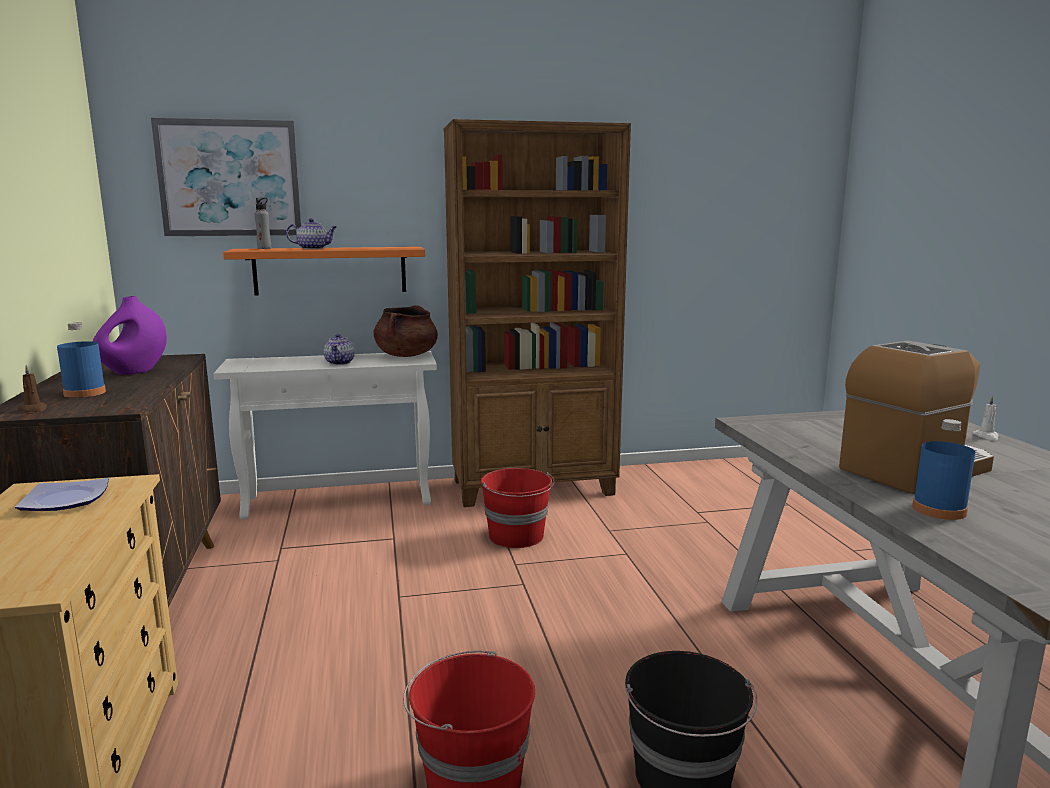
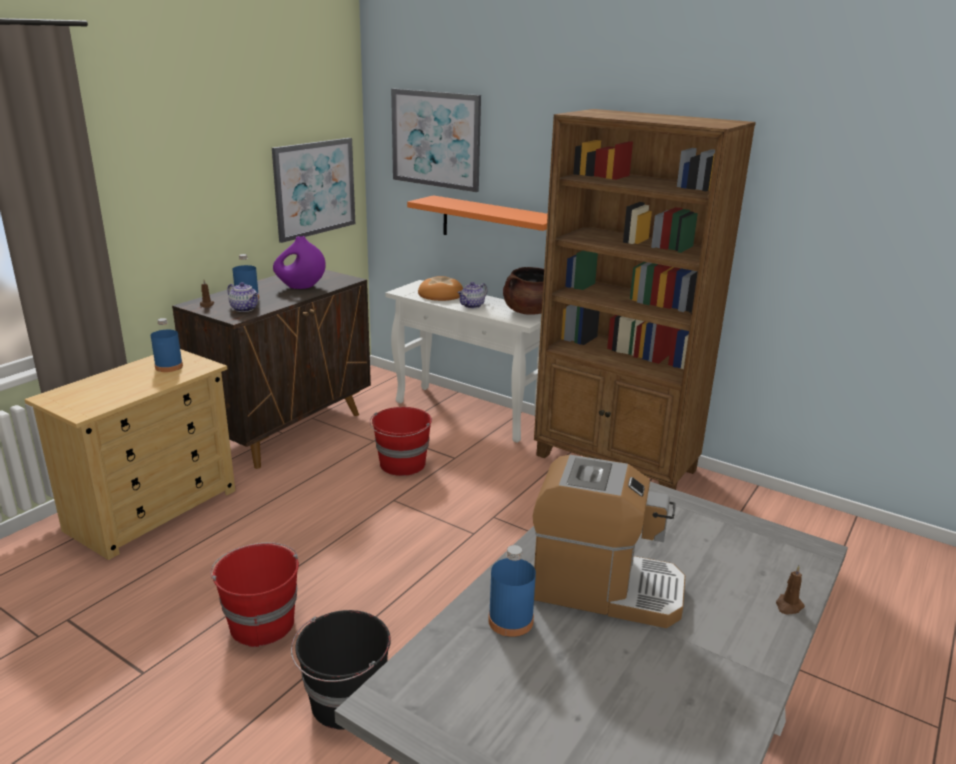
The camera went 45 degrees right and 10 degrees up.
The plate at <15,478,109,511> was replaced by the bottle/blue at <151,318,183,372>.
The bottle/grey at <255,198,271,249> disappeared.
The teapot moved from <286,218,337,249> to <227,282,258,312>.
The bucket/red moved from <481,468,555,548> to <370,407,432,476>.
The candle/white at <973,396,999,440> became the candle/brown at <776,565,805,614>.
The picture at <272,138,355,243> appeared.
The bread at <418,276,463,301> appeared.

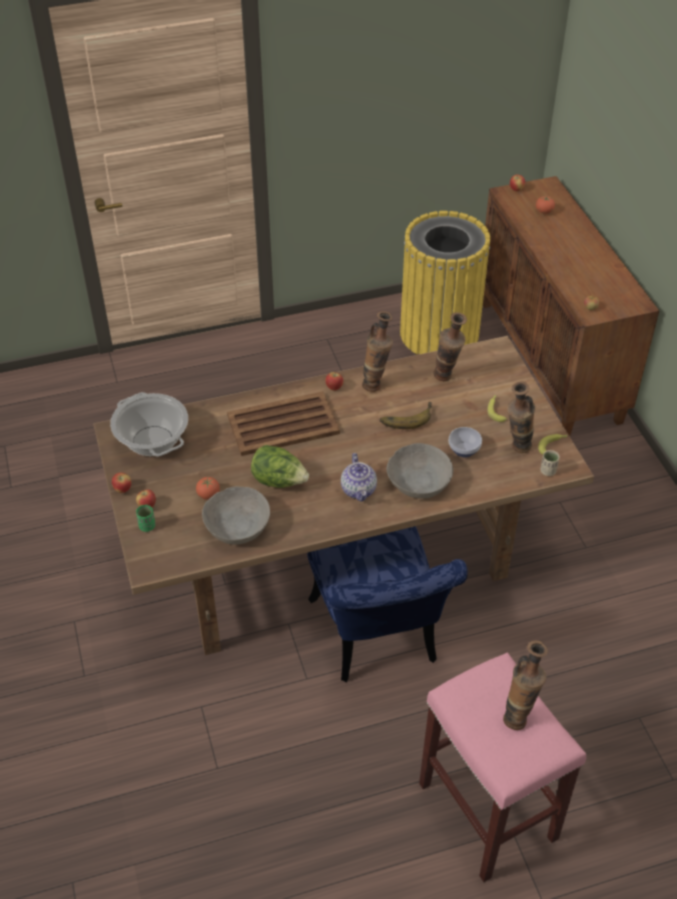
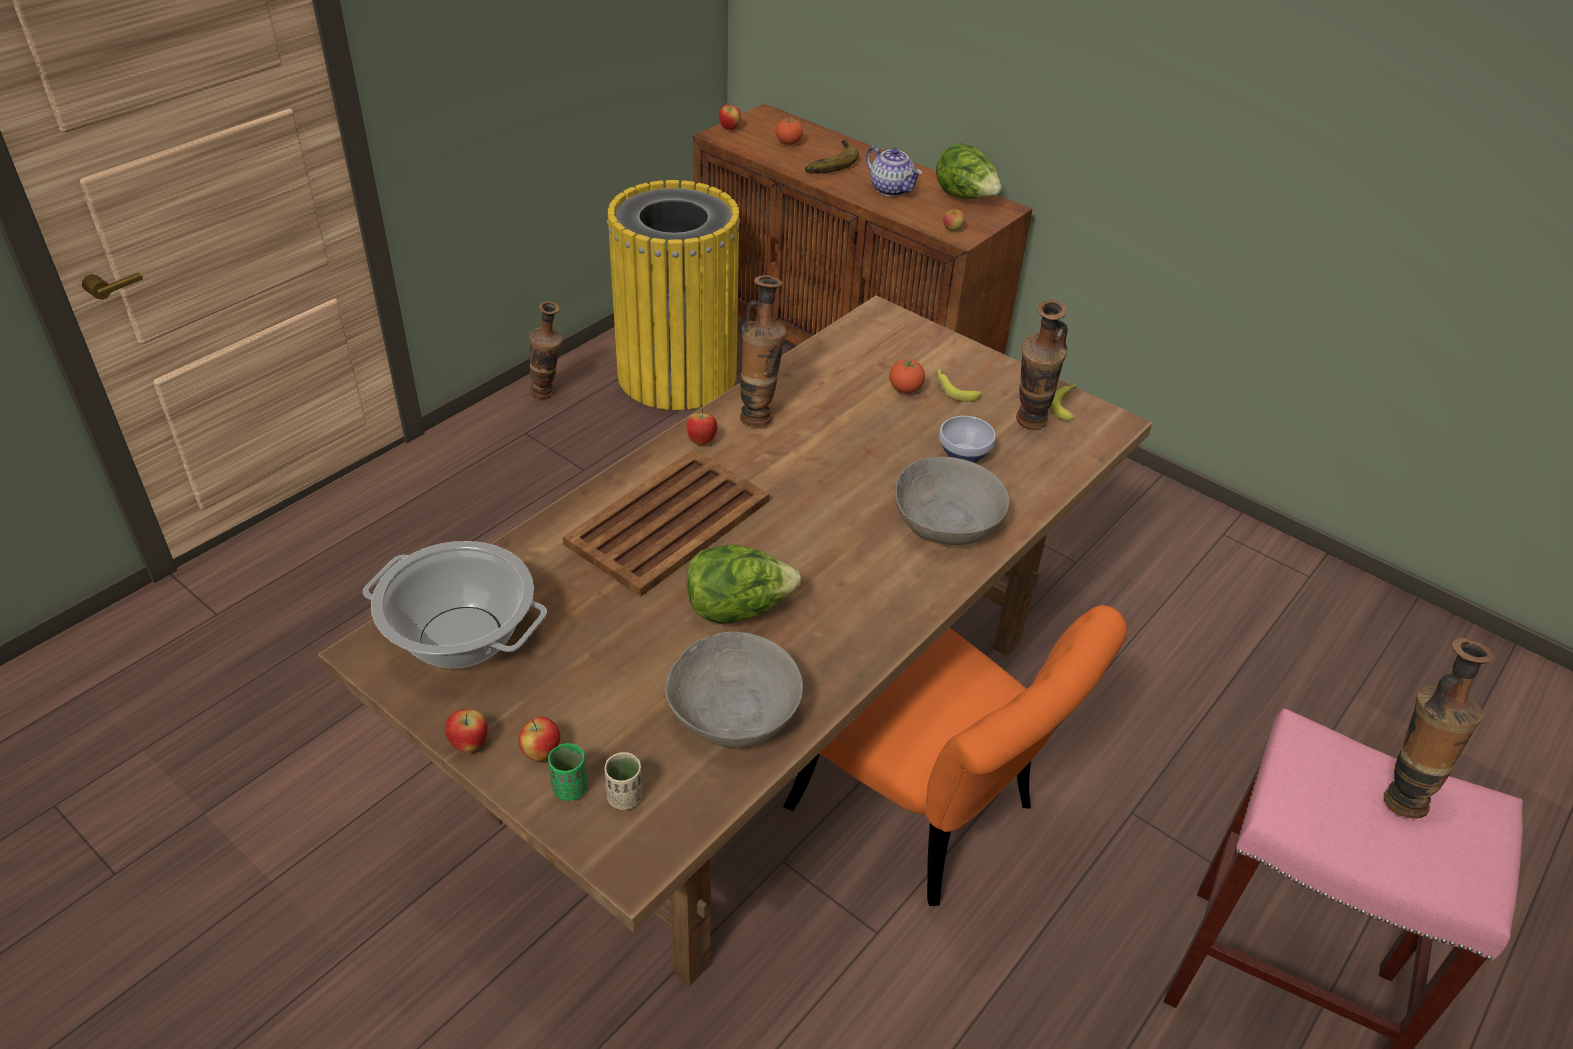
The camera went 35 degrees left and 5 degrees down.
The tomato moved from <196,477,220,500> to <889,358,925,393>.
The chair/blue at <307,526,468,682> became the chair/orange at <783,605,1127,906>.
The teapot moved from <341,453,377,502> to <866,146,922,196>.
The banana moved from <380,402,432,429> to <805,139,859,173>.
The vase moved from <433,312,467,381> to <529,301,562,399>.
The cup/beige moved from <540,450,559,476> to <604,752,642,810>.
The lettuce at <936,143,1002,199> appeared.

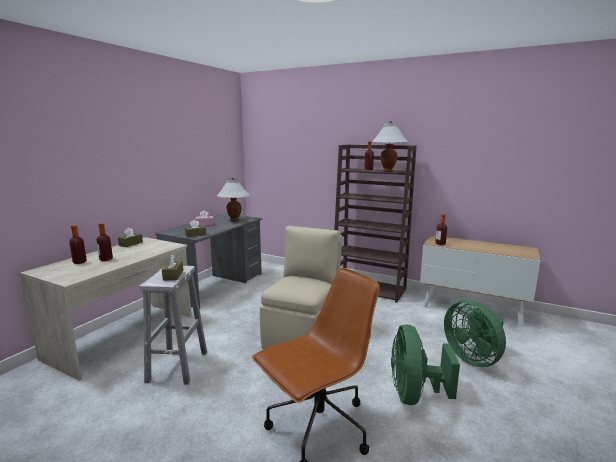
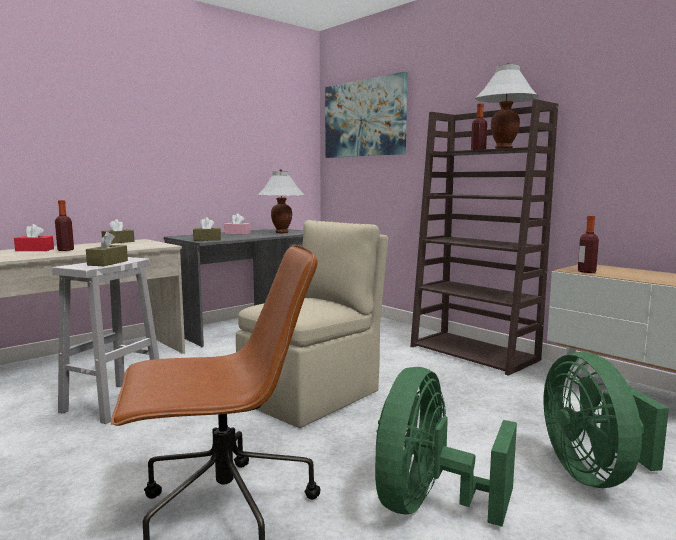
The camera went 20 degrees right and 5 degrees down.
The bottle at <69,225,87,264> was replaced by the tissue box/red at <14,224,54,251>.
The picture at <325,72,407,158> appeared.

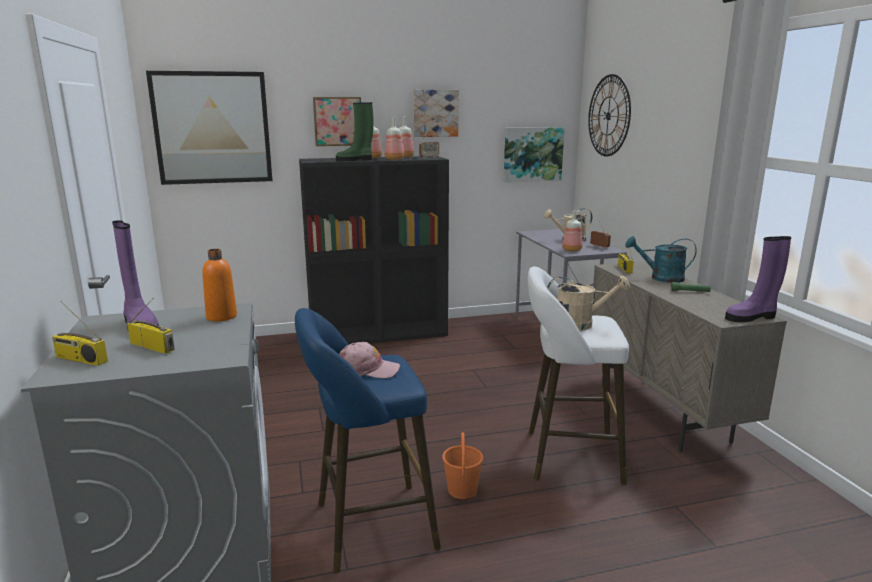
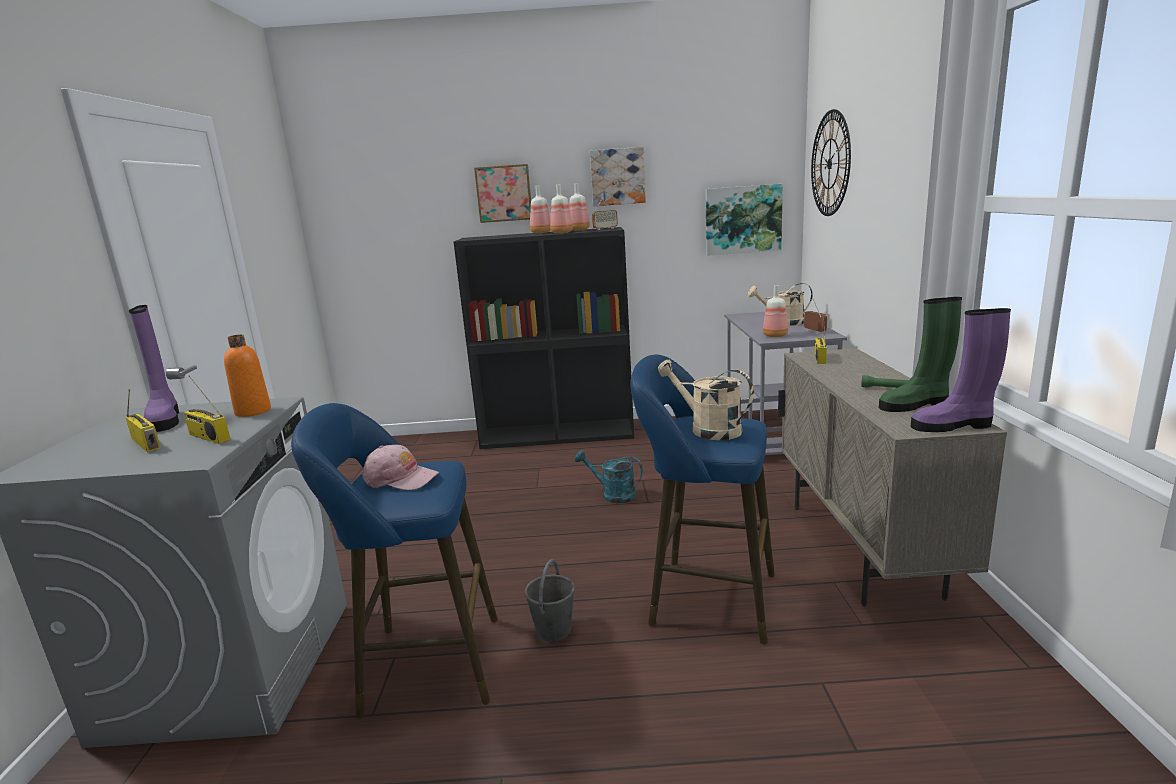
The camera went 15 degrees right and 0 degrees up.
The radio moved from <52,301,108,366> to <184,376,231,444>.
The picture at <146,71,273,185> disappeared.
The boot/green moved from <336,102,374,161> to <879,297,962,412>.
The bucket/orange at <442,432,483,499> became the bucket/grey at <525,559,575,642>.
The stool/white at <528,266,629,485> became the stool/blue at <631,354,775,644>.
The watering can/beige at <547,275,630,331> turned 150 degrees counterclockwise.
The watering can/turquoise moved from <625,236,697,283> to <575,450,643,503>.

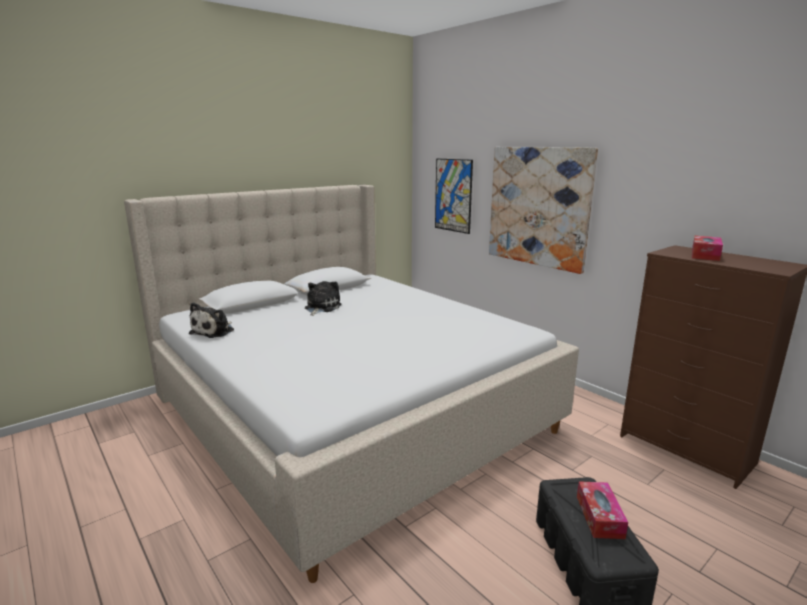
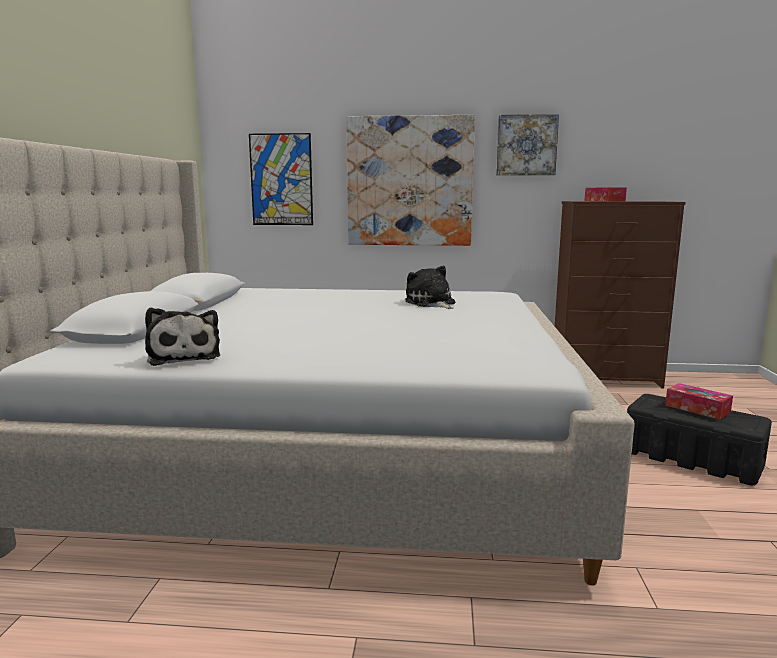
The camera went 45 degrees left and 5 degrees down.
The plush toy moved from <305,281,341,316> to <405,266,455,309>.
The picture at <496,114,559,175> appeared.

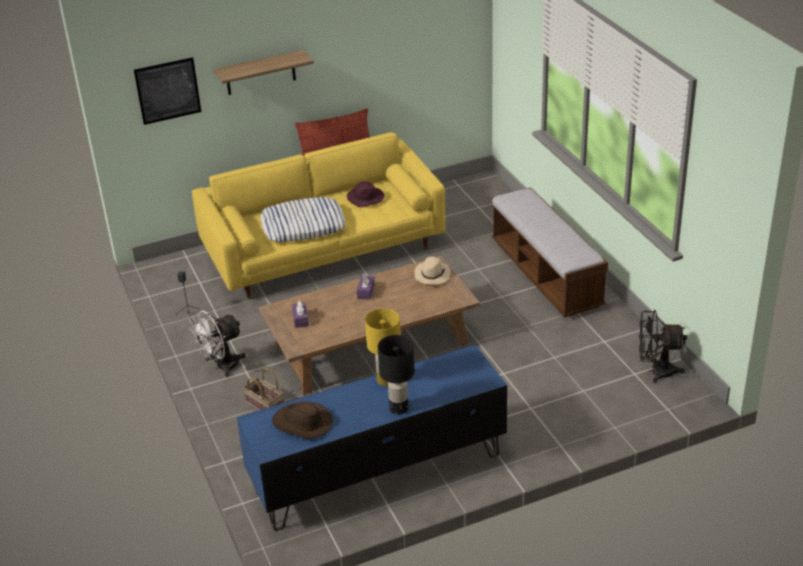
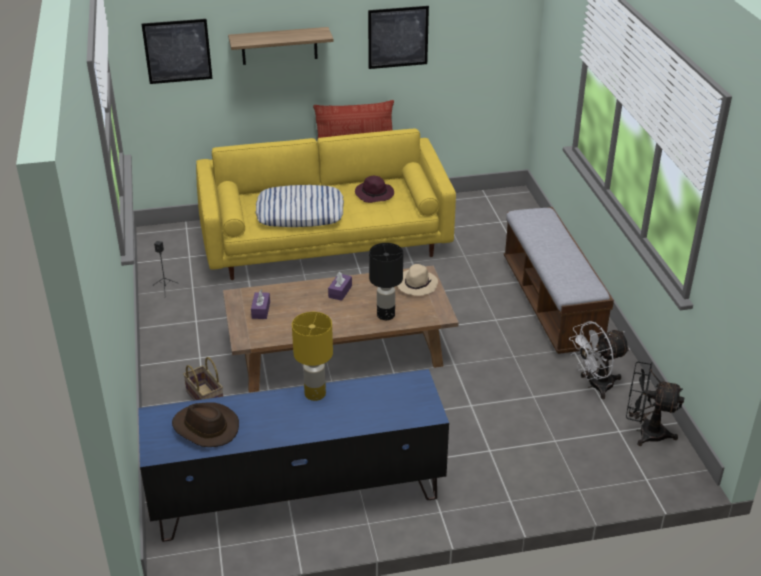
The camera went 10 degrees right and 0 degrees up.
The fan/white moved from <189,310,246,377> to <569,321,630,399>.
The table lamp/black moved from <378,335,415,414> to <369,243,403,320>.
The picture at <368,6,429,69> appeared.

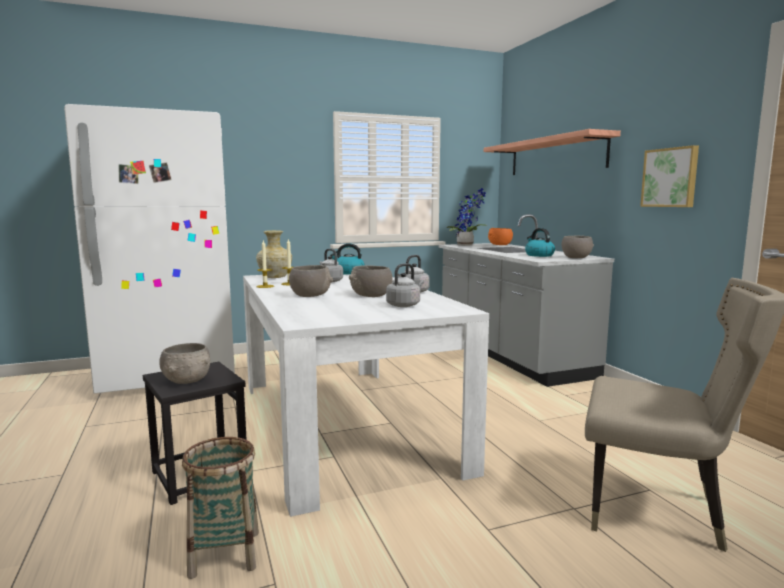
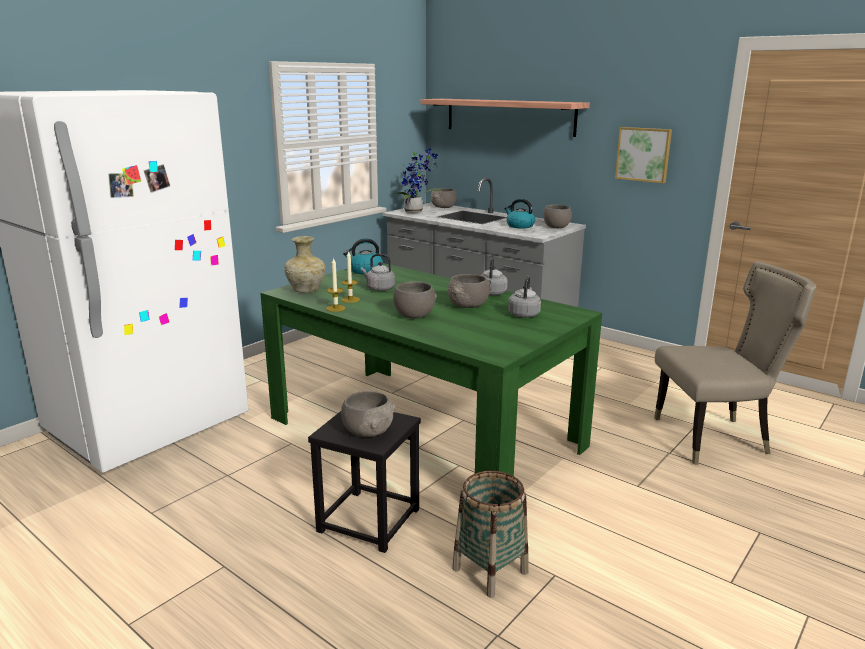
The camera went 30 degrees left and 10 degrees up.
The dining table/white at <243,274,489,517> became the dining table/green at <260,263,602,476>.
The bowl/orange at <488,228,513,245> became the bowl/grey at <431,188,457,208>.

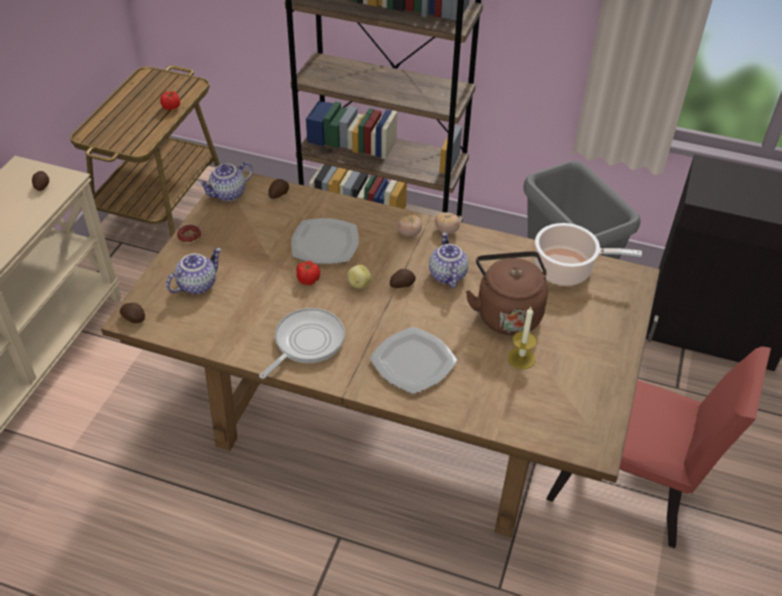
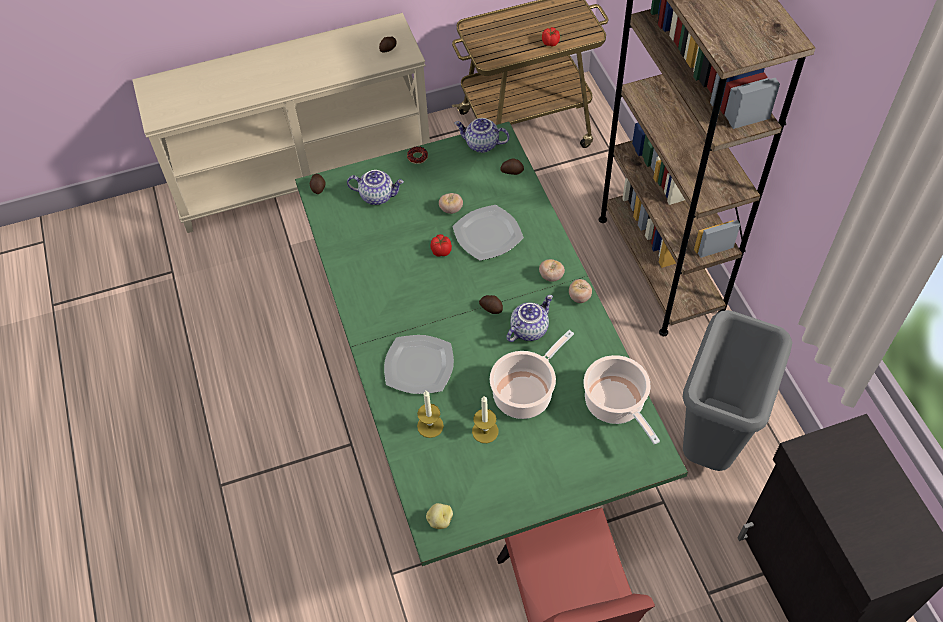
The camera went 55 degrees right and 10 degrees up.
The dining table/brown at <101,171,660,538> became the dining table/green at <295,122,688,566>.
The frying pan at <259,308,345,379> disappeared.
The potato moved from <347,265,371,289> to <426,503,453,529>.
The kettle/brown at <466,251,548,335> was replaced by the cooking pot at <490,330,574,419>.
The candle at <417,391,444,438> appeared.
The tomato at <439,193,463,214> appeared.

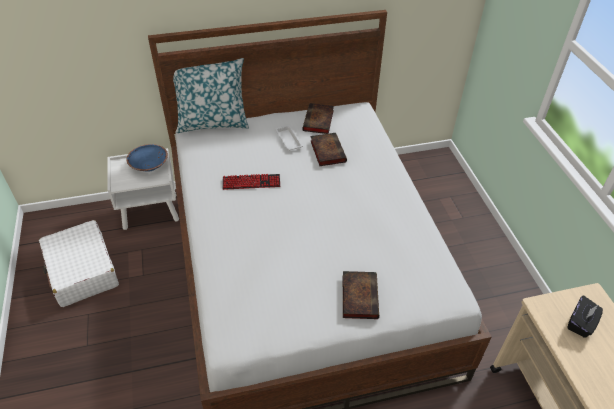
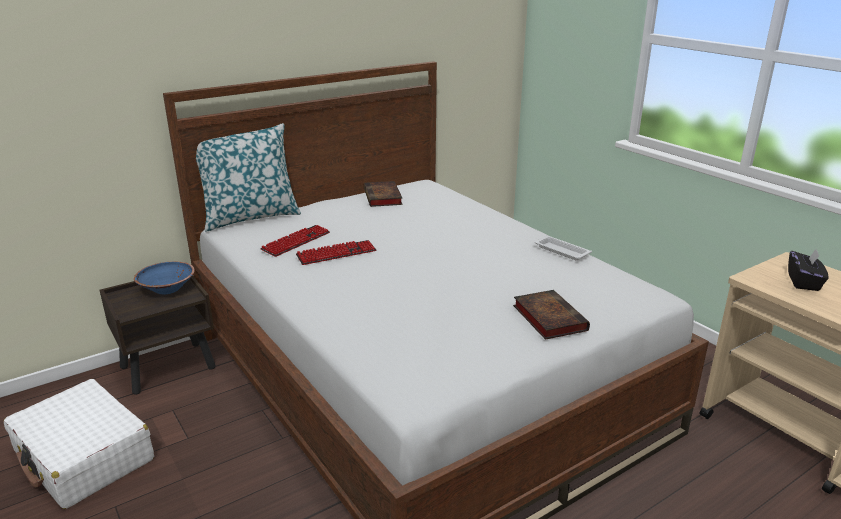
The camera went 20 degrees left and 20 degrees down.
The nightstand/white at <107,148,179,230> became the nightstand/brown at <100,275,216,395>.
The tray/white moved from <275,125,303,151> to <535,236,592,260>.
The book at <310,133,347,166> disappeared.
The keyboard at <260,225,330,257> appeared.

